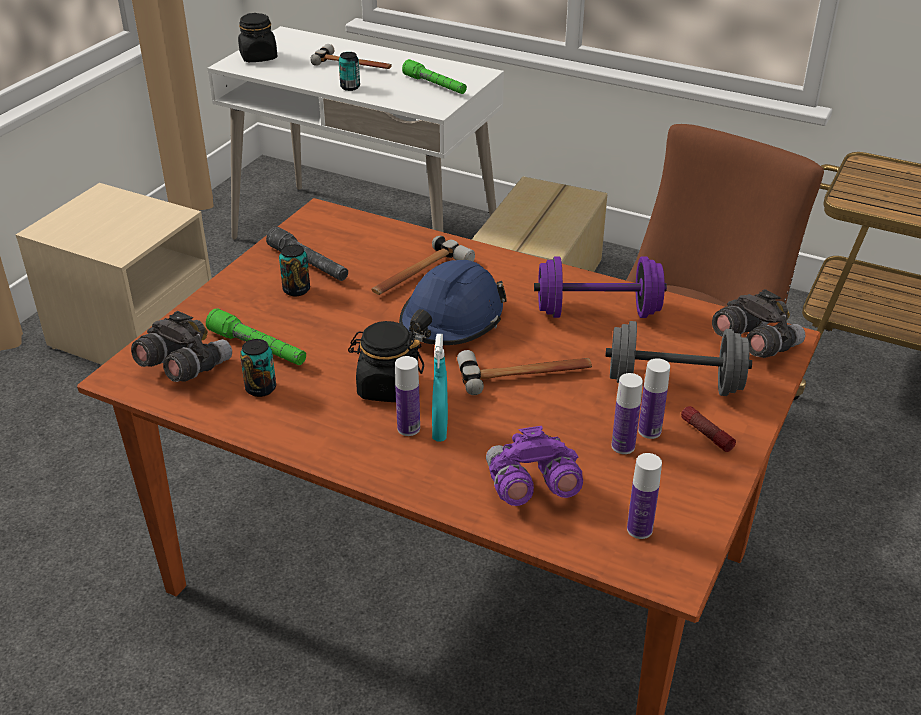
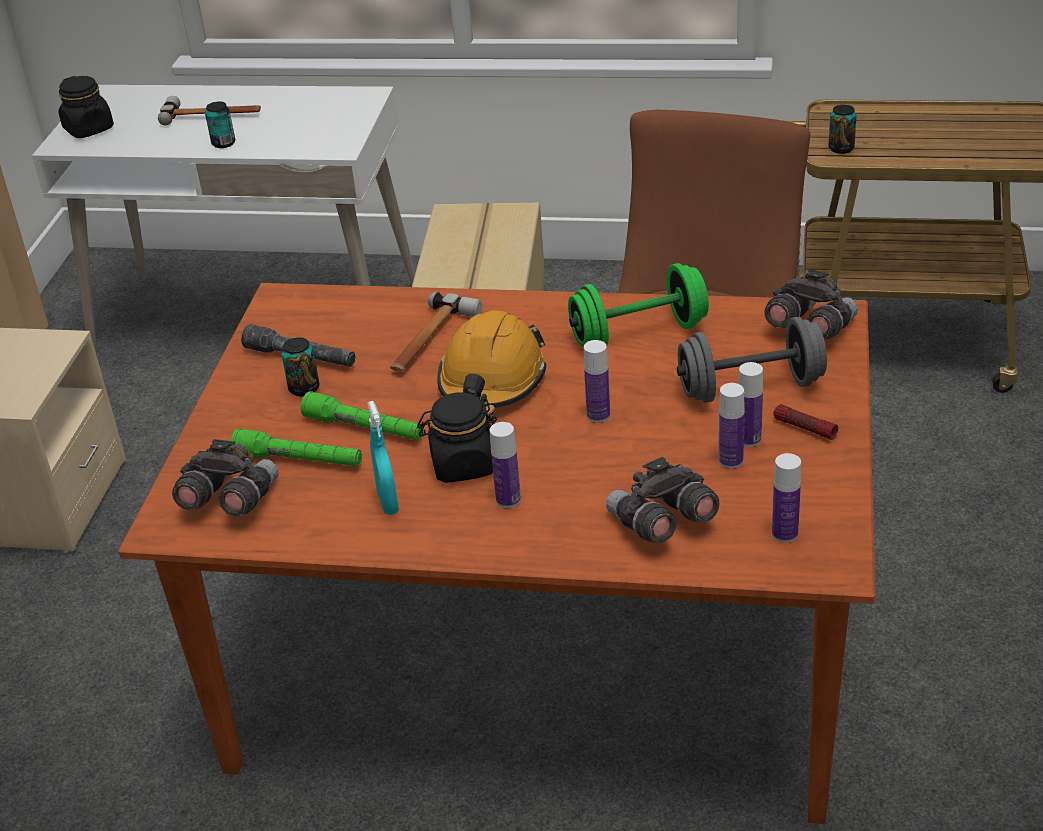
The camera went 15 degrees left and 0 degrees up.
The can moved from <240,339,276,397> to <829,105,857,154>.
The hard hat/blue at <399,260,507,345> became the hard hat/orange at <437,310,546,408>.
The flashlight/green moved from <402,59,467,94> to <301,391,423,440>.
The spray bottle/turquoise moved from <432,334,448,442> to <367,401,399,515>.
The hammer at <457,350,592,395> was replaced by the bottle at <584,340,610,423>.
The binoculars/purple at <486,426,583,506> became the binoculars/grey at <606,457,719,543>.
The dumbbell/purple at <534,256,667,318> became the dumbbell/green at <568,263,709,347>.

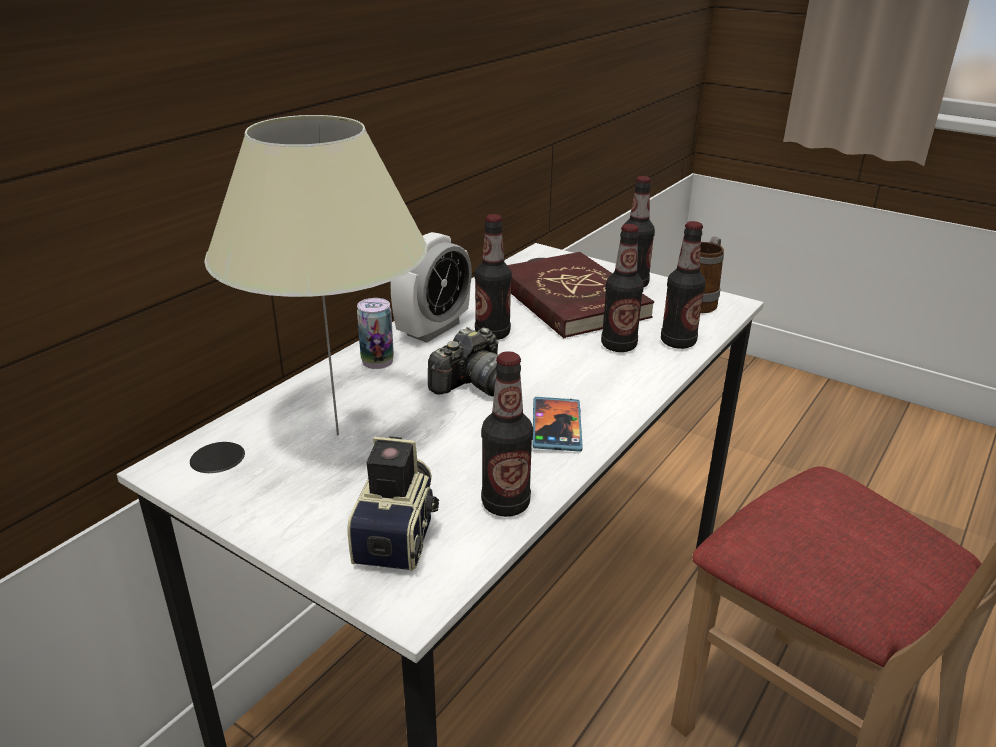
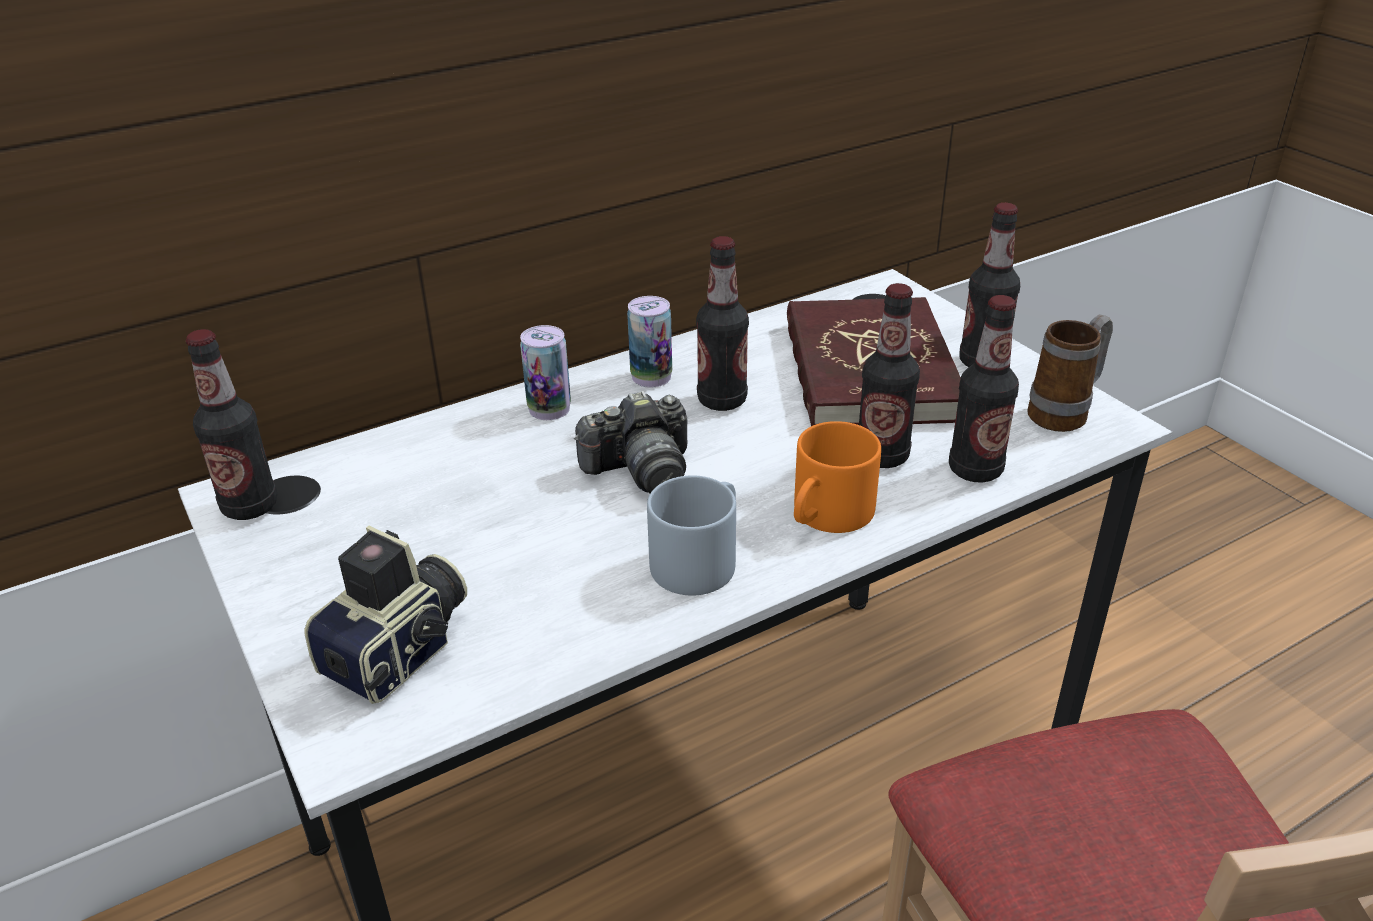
The camera went 25 degrees right and 5 degrees up.
The table lamp/beige at <204,115,428,435> disappeared.
The alarm clock at <390,232,472,343> was replaced by the can at <627,296,672,388>.
The bottle moved from <481,351,533,517> to <186,329,277,520>.
The phone at <532,397,583,452> was replaced by the mug/grey at <647,475,736,596>.
The mug/orange at <794,421,881,533> appeared.

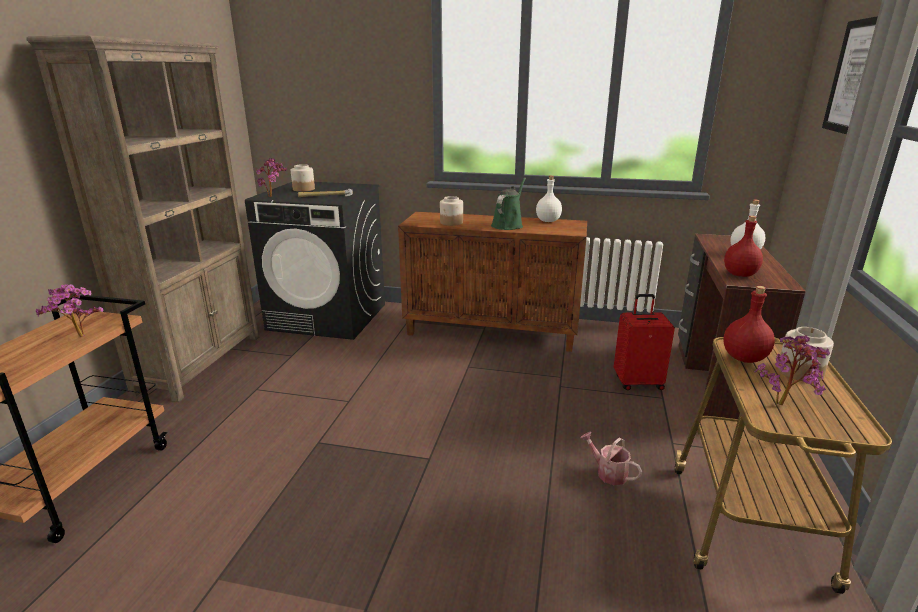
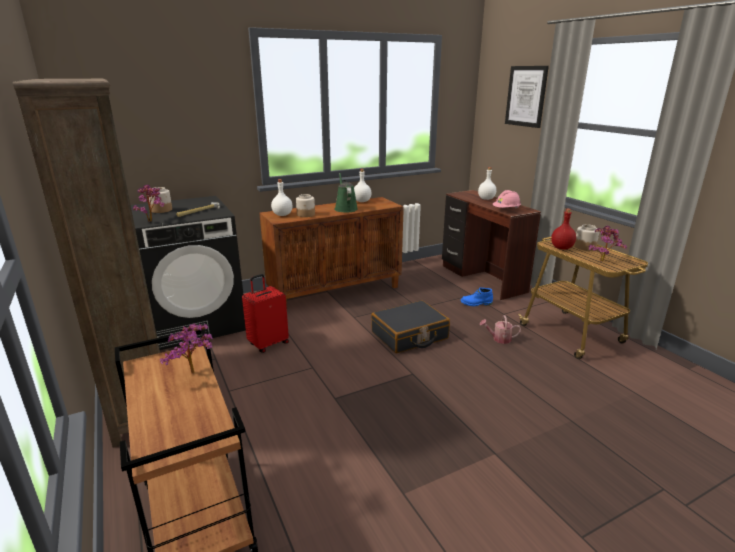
The camera went 40 degrees left and 0 degrees up.
The suitcase/red moved from <614,294,675,390> to <242,274,289,353>.
The bottle/red at <724,216,763,277> was replaced by the hard hat/pink at <493,190,521,208>.
The bottle/white at <271,179,293,216> appeared.
The suitcase/black at <371,300,450,353> appeared.
The boot/blue at <460,288,493,306> appeared.

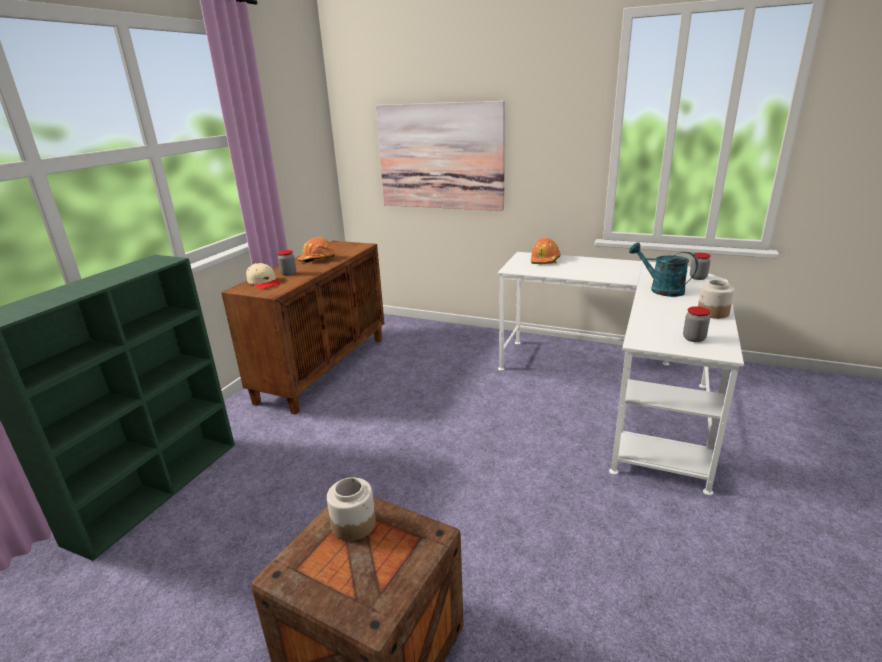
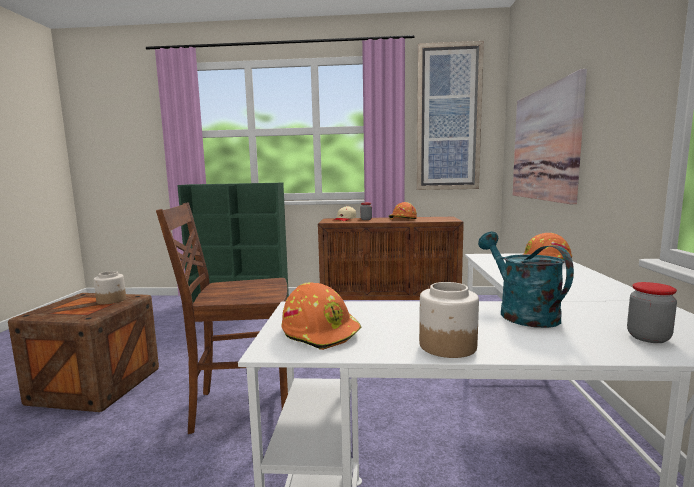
The camera went 70 degrees right and 15 degrees down.
The watering can/turquoise at <629,243,698,297> turned 45 degrees counterclockwise.
The jar at <683,306,710,342> was replaced by the hard hat/orange at <282,283,362,350>.
The chair/brown at <156,202,288,434> appeared.
The picture at <416,41,484,190> appeared.

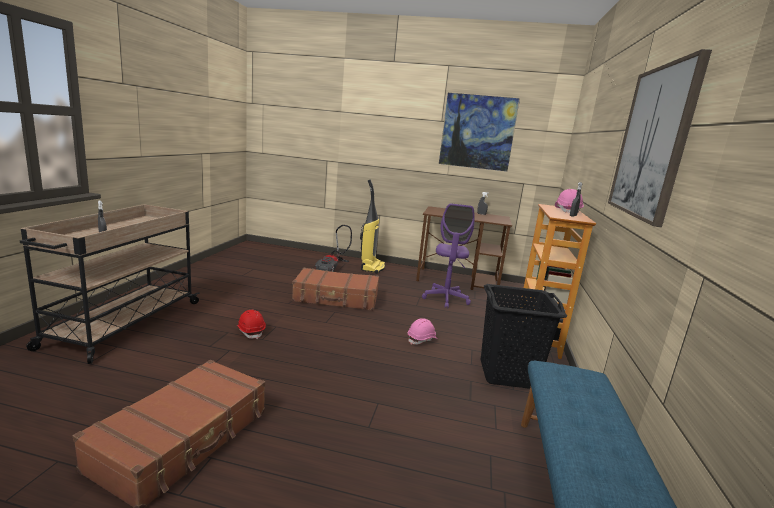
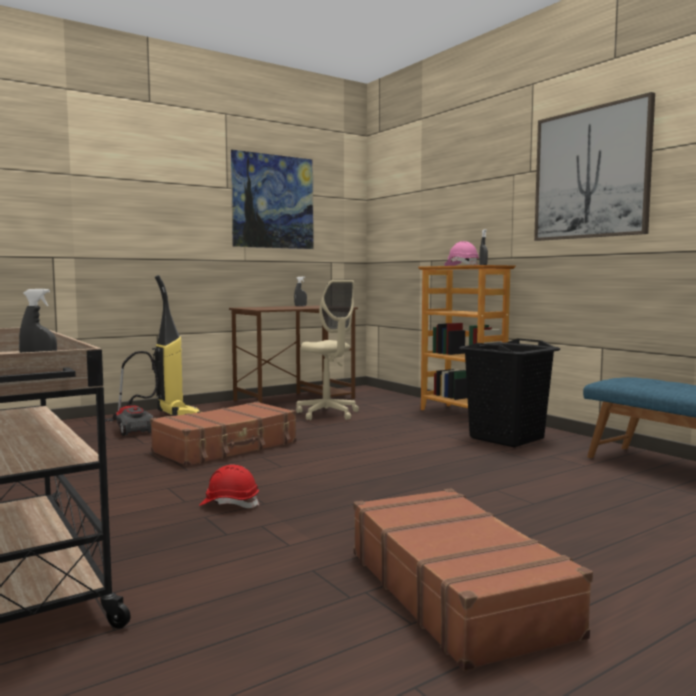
The camera went 45 degrees left and 10 degrees down.
The hard hat/pink at <408,318,438,345> disappeared.
The office chair/purple at <422,203,475,308> became the office chair/beige at <296,280,359,420>.

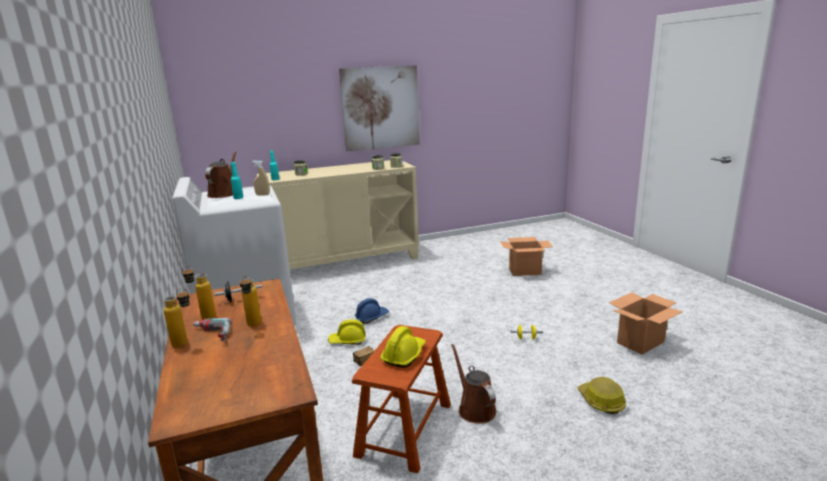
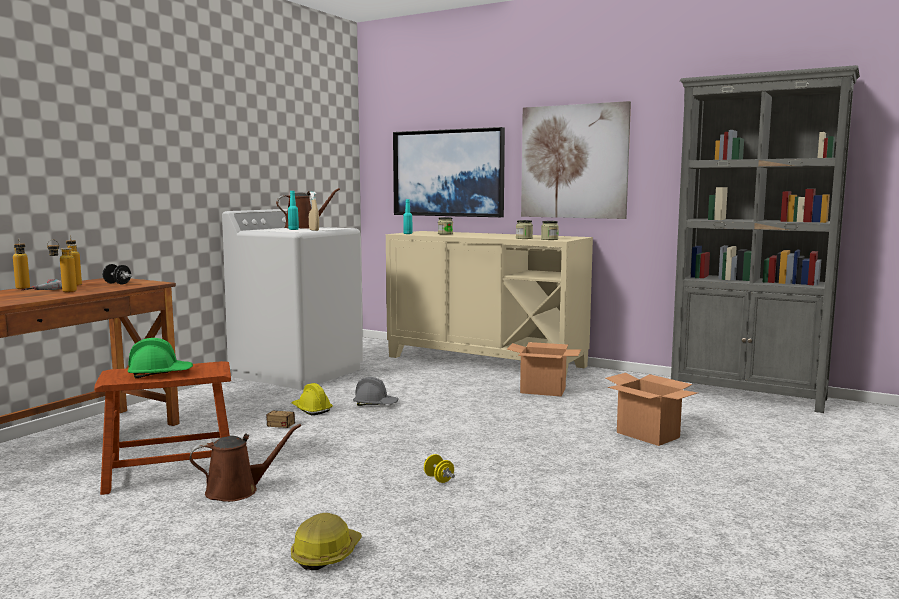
The camera went 50 degrees right and 10 degrees down.
The hard hat/blue at <355,298,389,324> became the hard hat/grey at <353,377,399,406>.
The hard hat/yellow at <380,326,426,367> became the hard hat/green at <128,338,193,378>.
The watering can/brown at <451,344,496,424> turned 45 degrees clockwise.
The cardboard box moved from <609,292,683,355> to <507,342,581,396>.
The picture at <393,127,505,217> appeared.
The bookcase/grey at <671,65,860,413> appeared.

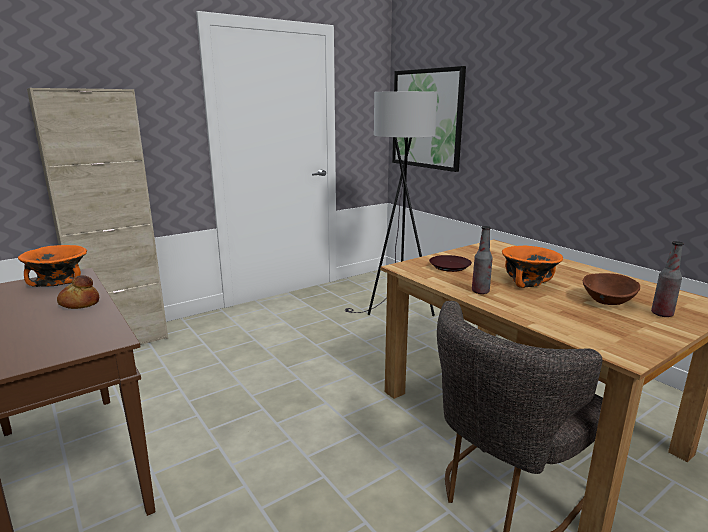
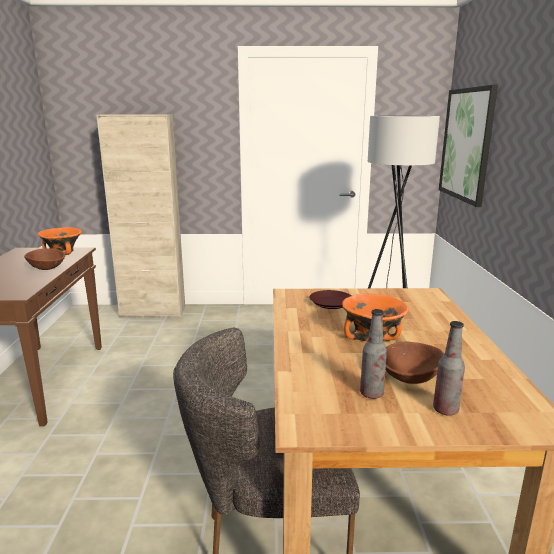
The camera went 35 degrees right and 0 degrees up.
The bread at <57,275,99,309> was replaced by the bowl/brown at <24,248,65,270>.
The bottle moved from <472,226,493,294> to <360,309,387,399>.

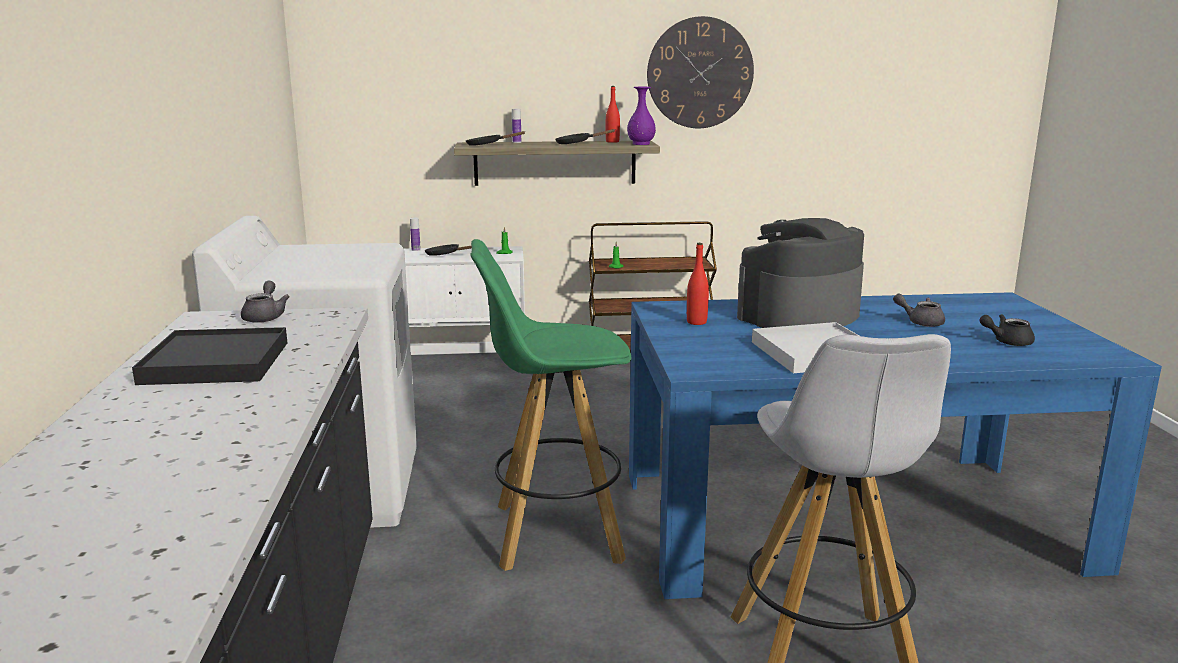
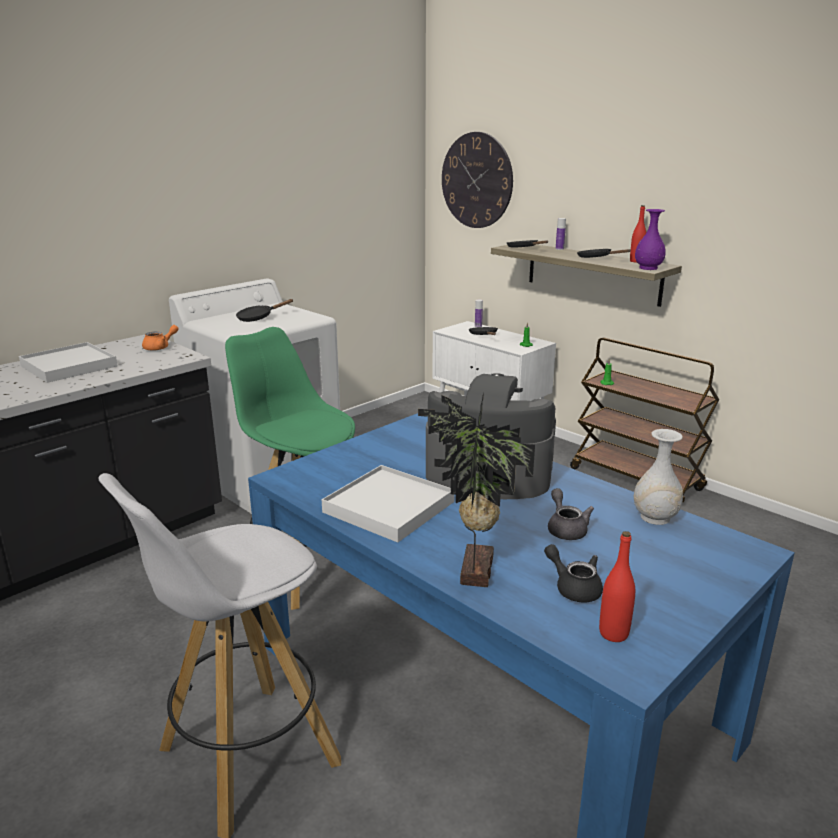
The camera went 50 degrees right and 5 degrees up.
The tray/black at <132,327,287,385> became the tray/white at <19,342,118,383>.
The teapot/grey at <241,281,290,323> became the teapot/orange at <142,325,178,351>.
The wall clock moved from <647,16,754,128> to <442,132,513,228>.
The bottle/red moved from <687,243,709,325> to <599,531,635,642>.
The frying pan/black at <236,299,294,322> appeared.
The potted plant at <418,392,535,587> appeared.
The vase/white at <634,429,683,525> appeared.

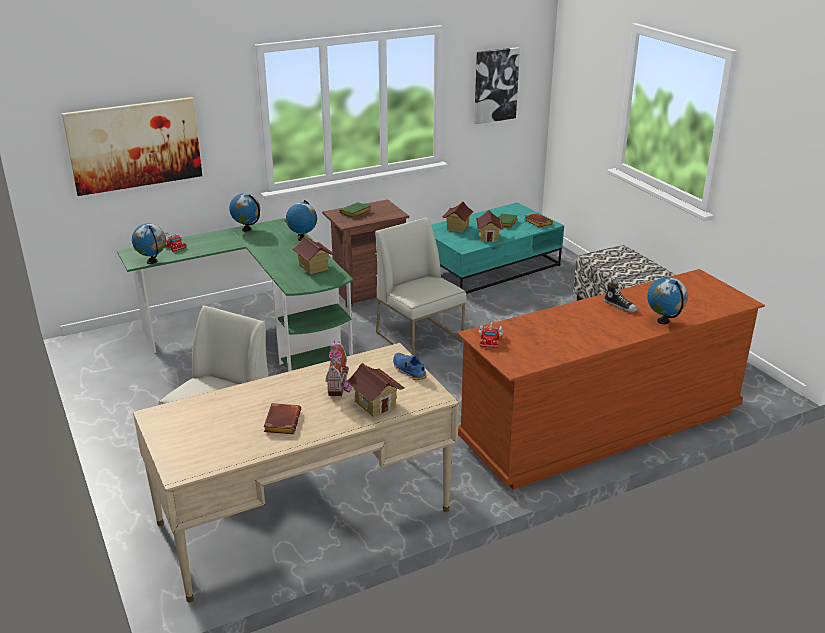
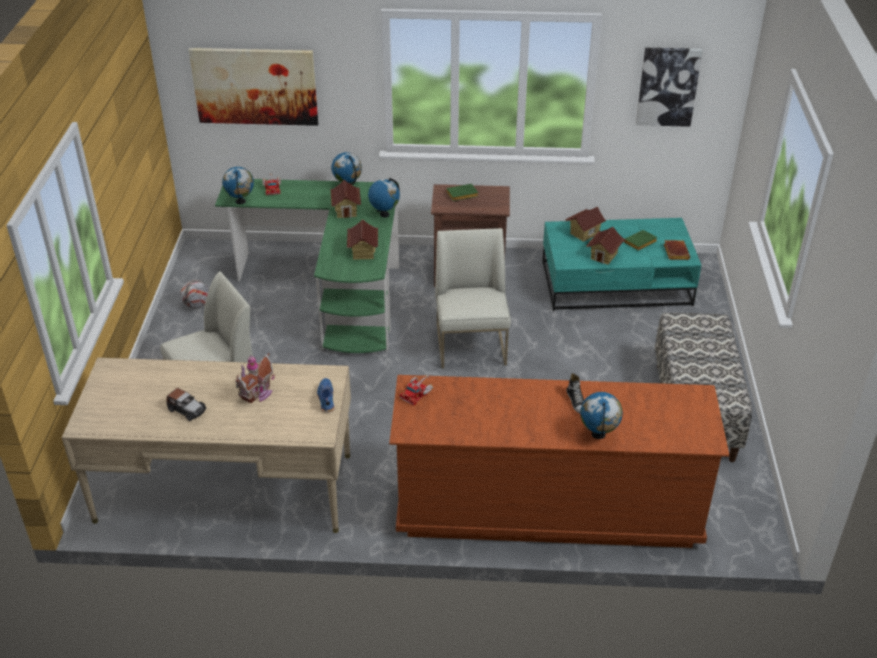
The camera went 30 degrees right and 10 degrees up.
The book/brown at <264,403,301,434> was replaced by the toy car at <167,388,206,421>.
The toy house moved from <346,363,404,417> to <331,180,361,218>.
The football at <181,280,209,309> appeared.

